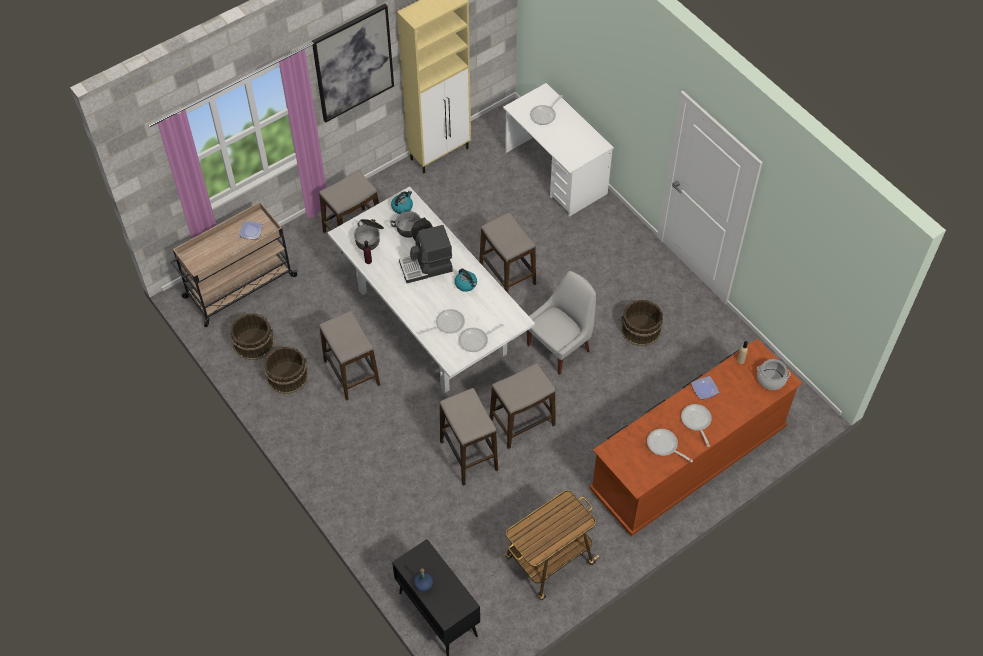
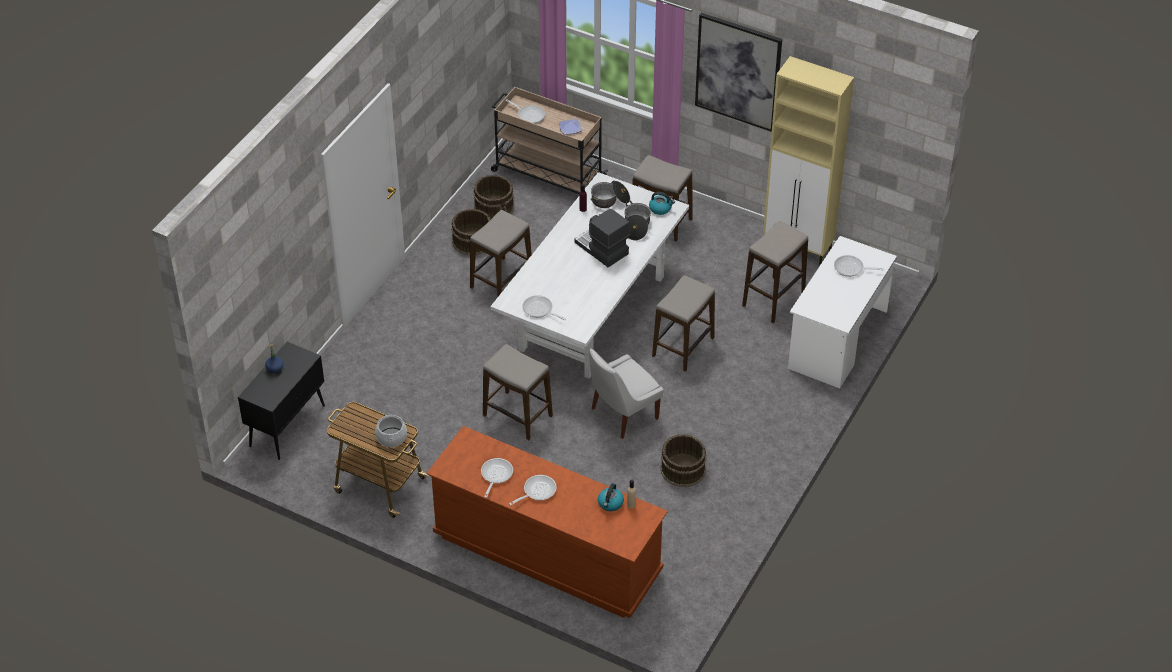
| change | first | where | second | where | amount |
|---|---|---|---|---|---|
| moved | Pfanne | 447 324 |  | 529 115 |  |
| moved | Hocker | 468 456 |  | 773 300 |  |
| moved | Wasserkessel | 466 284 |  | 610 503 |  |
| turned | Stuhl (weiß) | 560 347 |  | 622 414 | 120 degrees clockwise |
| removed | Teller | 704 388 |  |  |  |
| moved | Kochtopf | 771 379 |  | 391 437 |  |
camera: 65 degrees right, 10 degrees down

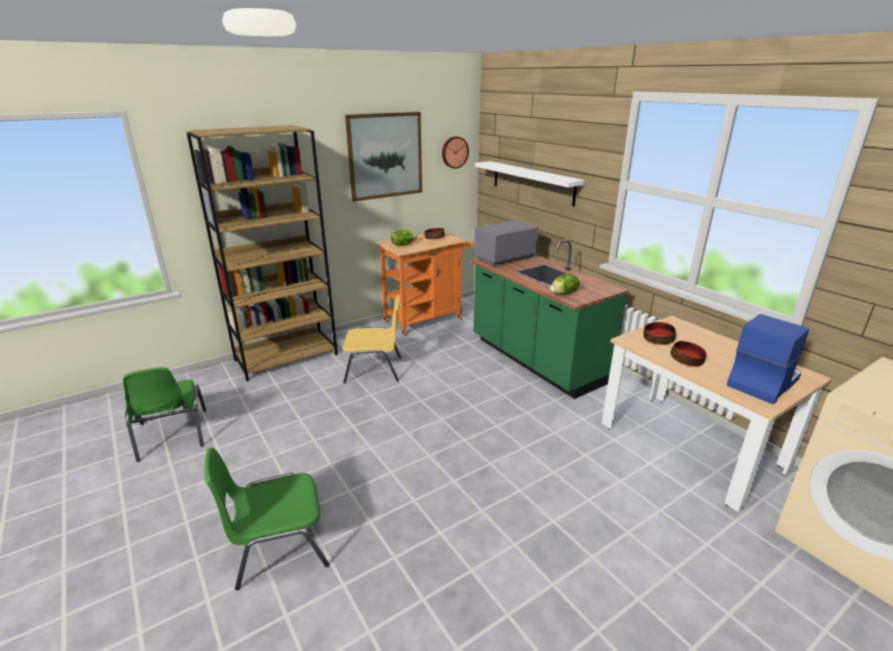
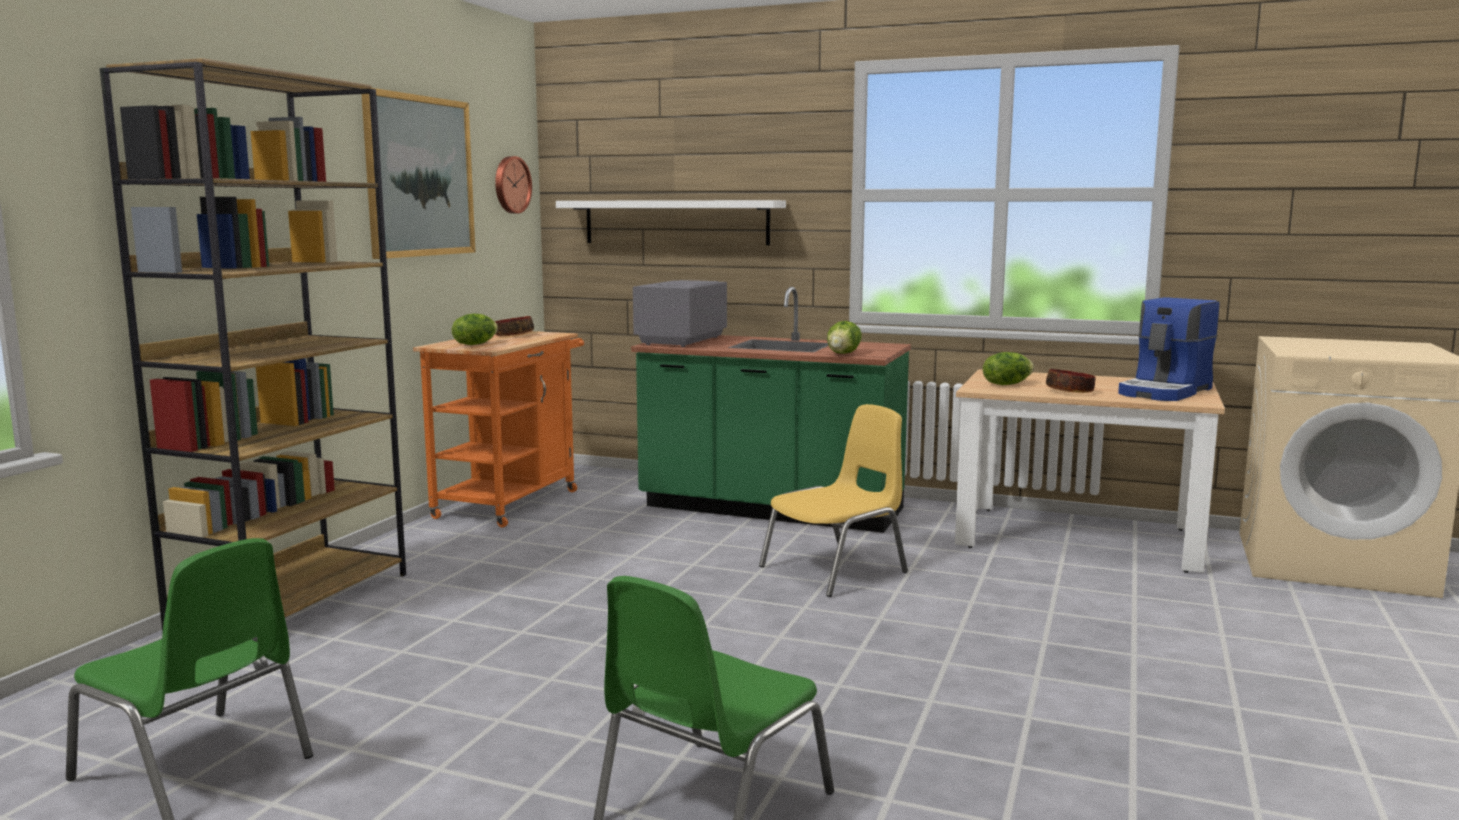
| change | first | where | second | where | amount |
|---|---|---|---|---|---|
| moved | Stuhl (gelb) | 374 369 |  | 836 570 |  |
| replaced | Schüssel | 657 339 | Salatkopf | 1006 384 |  |
| turned | Kaffeemaschine | 762 381 |  | 1166 392 | 150 degrees counterclockwise |
camera: 35 degrees left, 15 degrees down

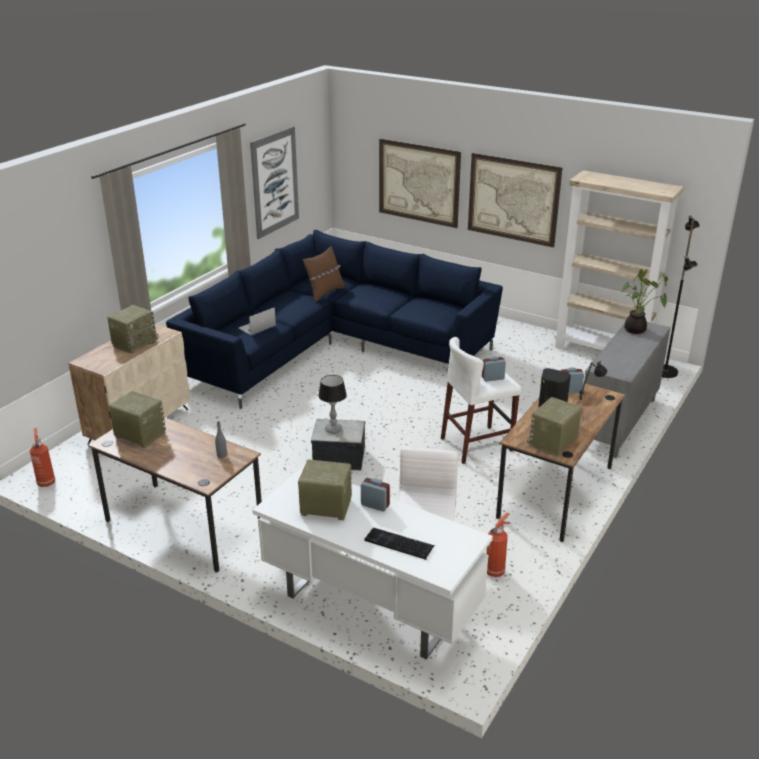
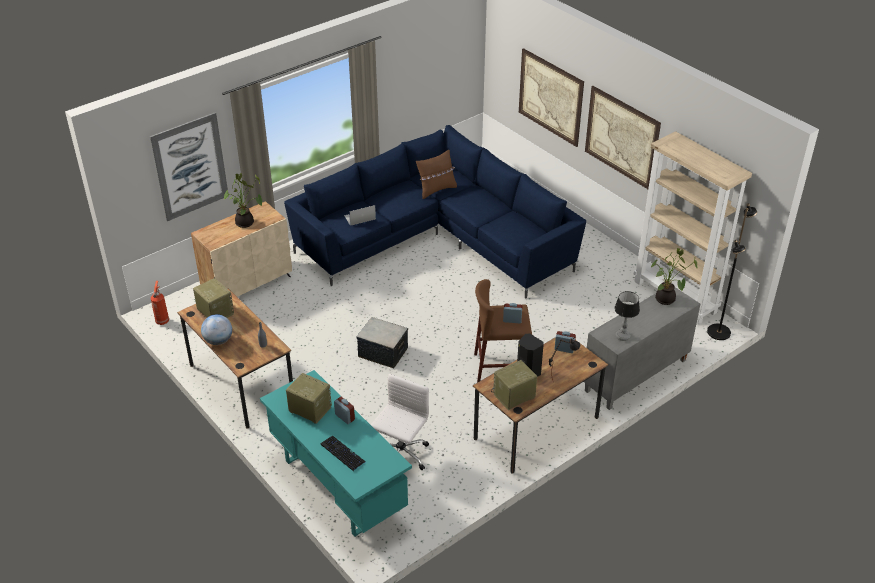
| change | first | where | second | where | amount |
|---|---|---|---|---|---|
| replaced | Radio | 135 343 | Topfpflanze | 246 223 |  |
| moved | Bild | 275 182 |  | 190 167 |  |
| recoloured | Schreibtisch (weiß) | 369 607 | Schreibtisch (türkis) | 337 486 |  |
| moved | Tischlampe | 333 429 |  | 622 336 |  |
| recoloured | Hocker (weiß) | 476 444 | Hocker (braun) | 500 367 |  |
| removed | Feuerlöscher | 495 571 |  |  |  |
| added |  |  | Globus | 218 341 |  |
camera: 20 degrees right, 10 degrees up

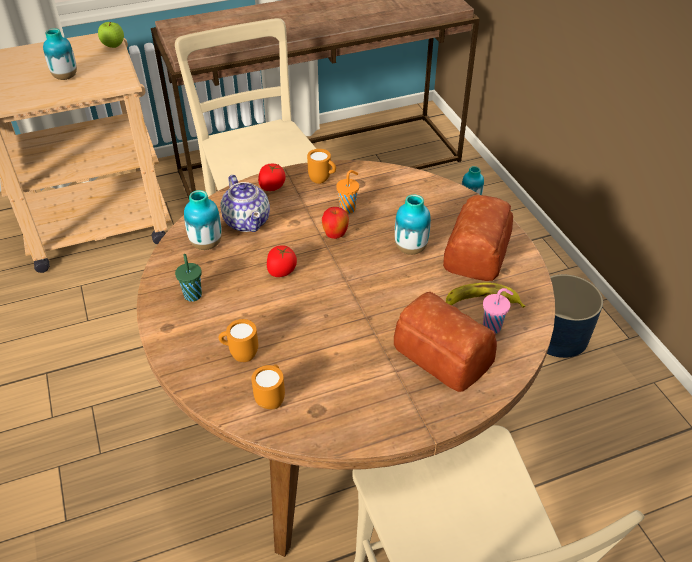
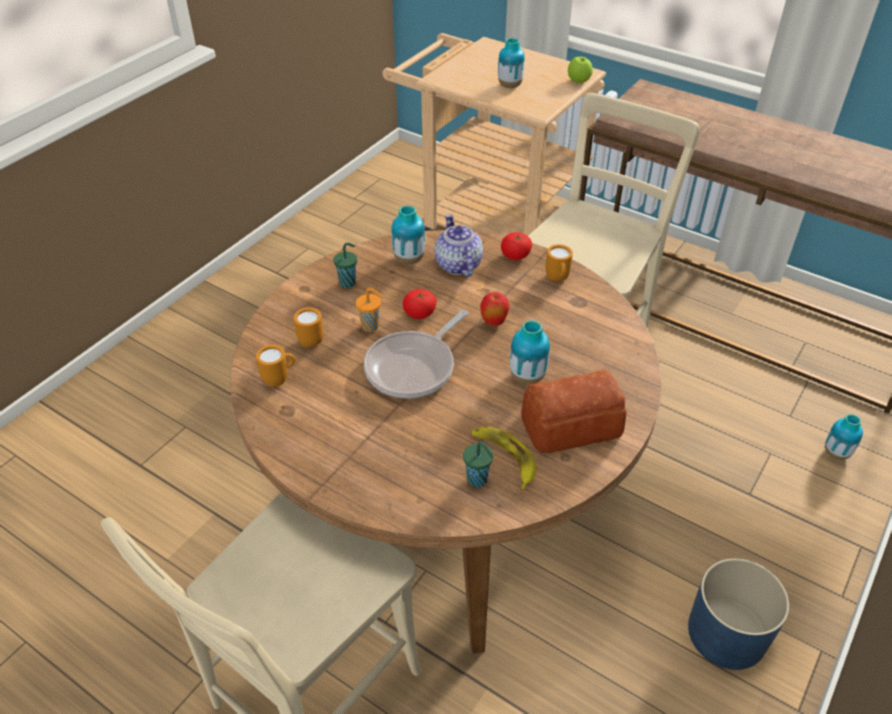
| change | first | where | second | where | amount |
|---|---|---|---|---|---|
| turned | Teekanne | 247 221 |  | 458 265 | 135 degrees clockwise |
| moved | Tasse (orange) | 348 208 |  | 371 326 |  |
| removed | Brot | 443 356 |  |  |  |
| recoloured | Tasse (rosa) | 493 327 | Tasse (grün) | 478 480 |  |
| added |  |  | Pfanne | 414 367 |  |
camera: 55 degrees right, 0 degrees up

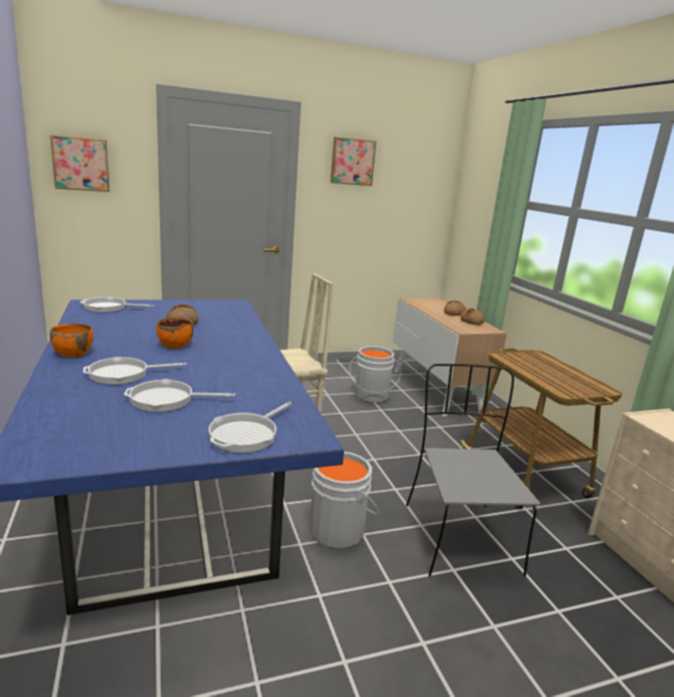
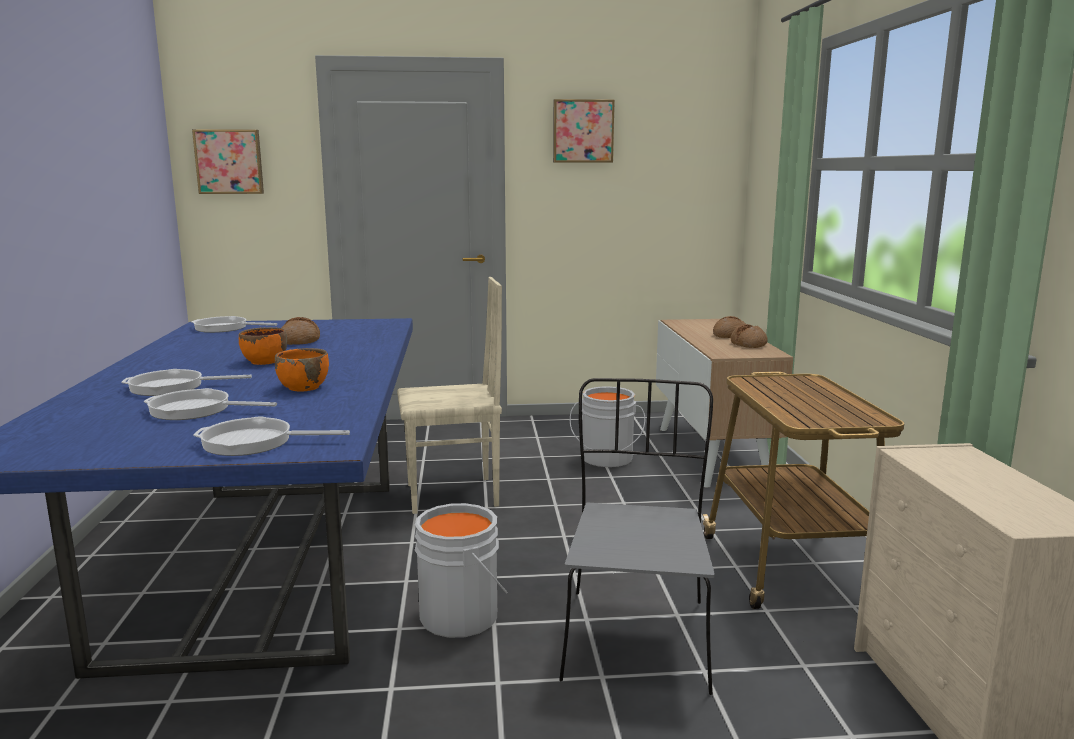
| change | first | where | second | where | amount |
|---|---|---|---|---|---|
| moved | Schüssel (orange) | 73 353 |  | 304 387 |  |
| turned | Pfanne | 246 434 |  | 254 442 | 45 degrees clockwise |
camera: 15 degrees right, 5 degrees down

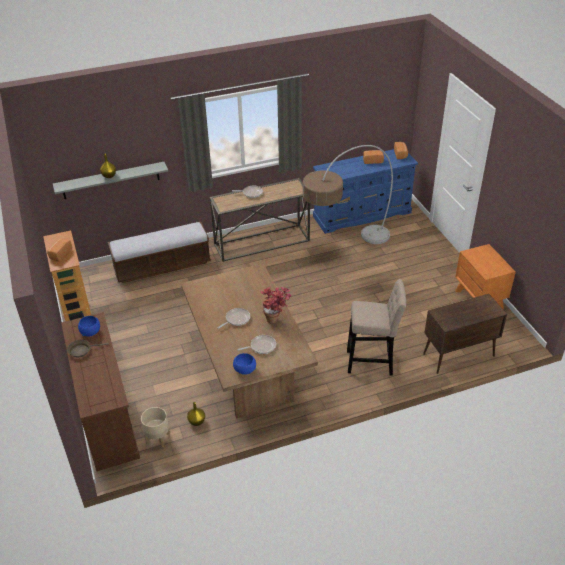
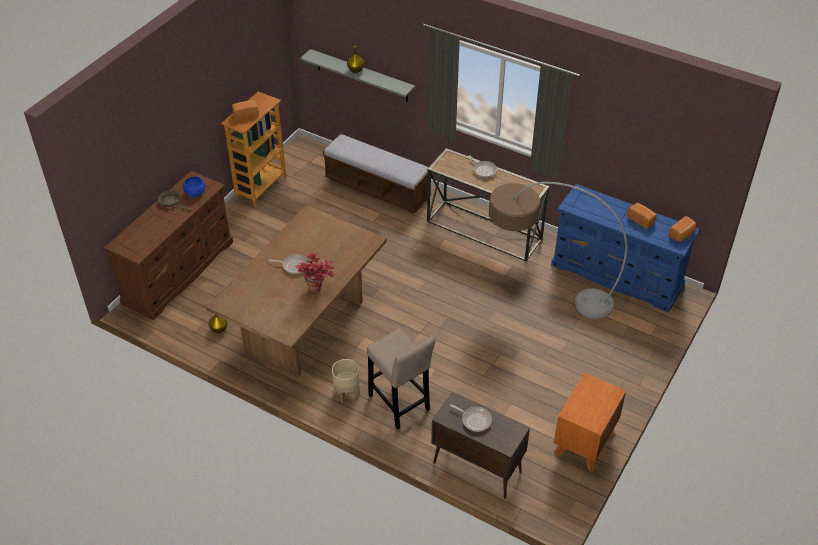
| change | first | where | second | where | amount |
|---|---|---|---|---|---|
| moved | Pflanzkübel (beige) | 157 438 |  | 346 392 |  |
| removed | Schüssel (blau) | 244 370 |  |  |  |
| moved | Pfanne | 261 346 |  | 475 420 |  |
camera: 50 degrees right, 5 degrees up

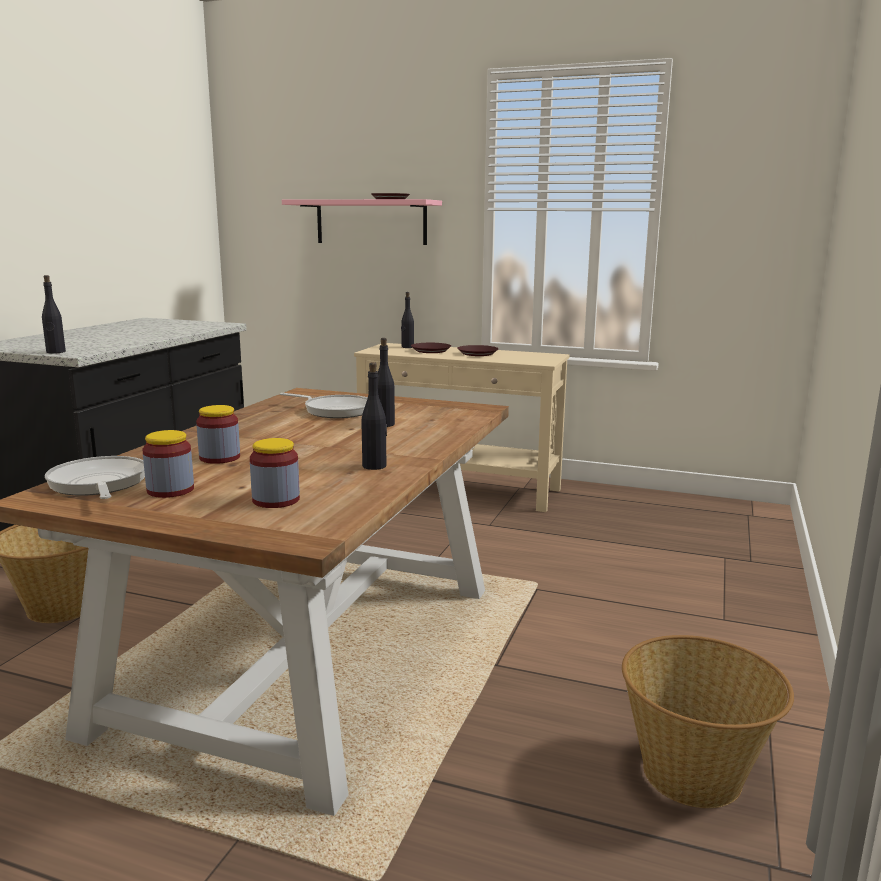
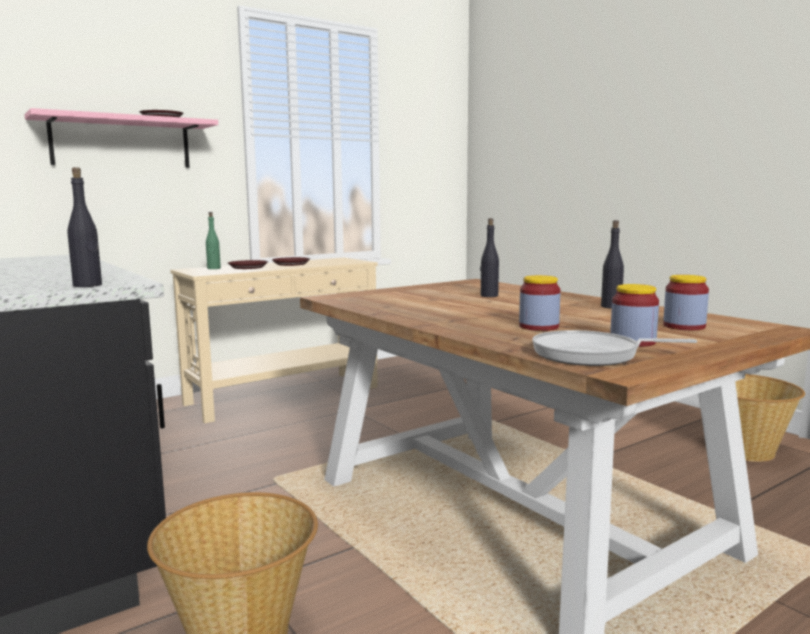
| change | first | where | second | where | amount |
|---|---|---|---|---|---|
| removed | Pfanne | 335 410 |  |  |  |
| recoloured | Flasche (schwarz) | 407 347 | Flasche (grün) | 214 268 |  |
camera: 55 degrees left, 5 degrees down

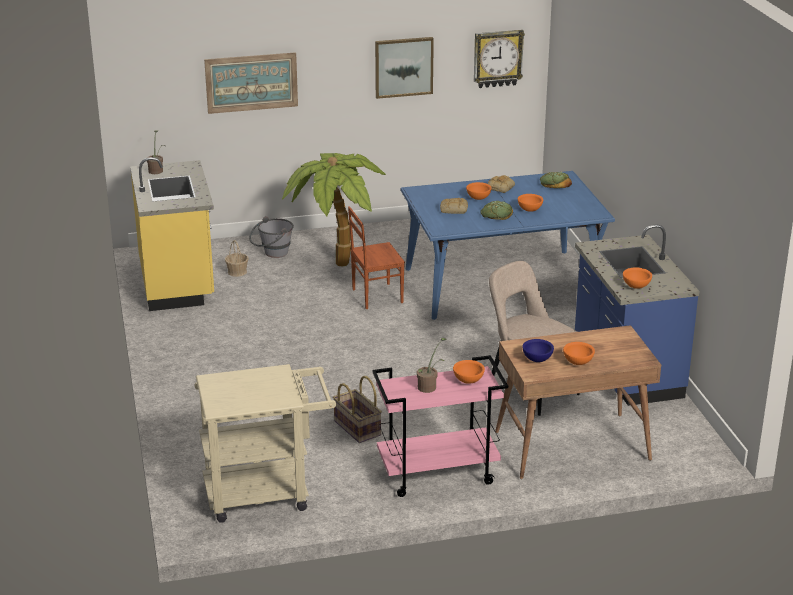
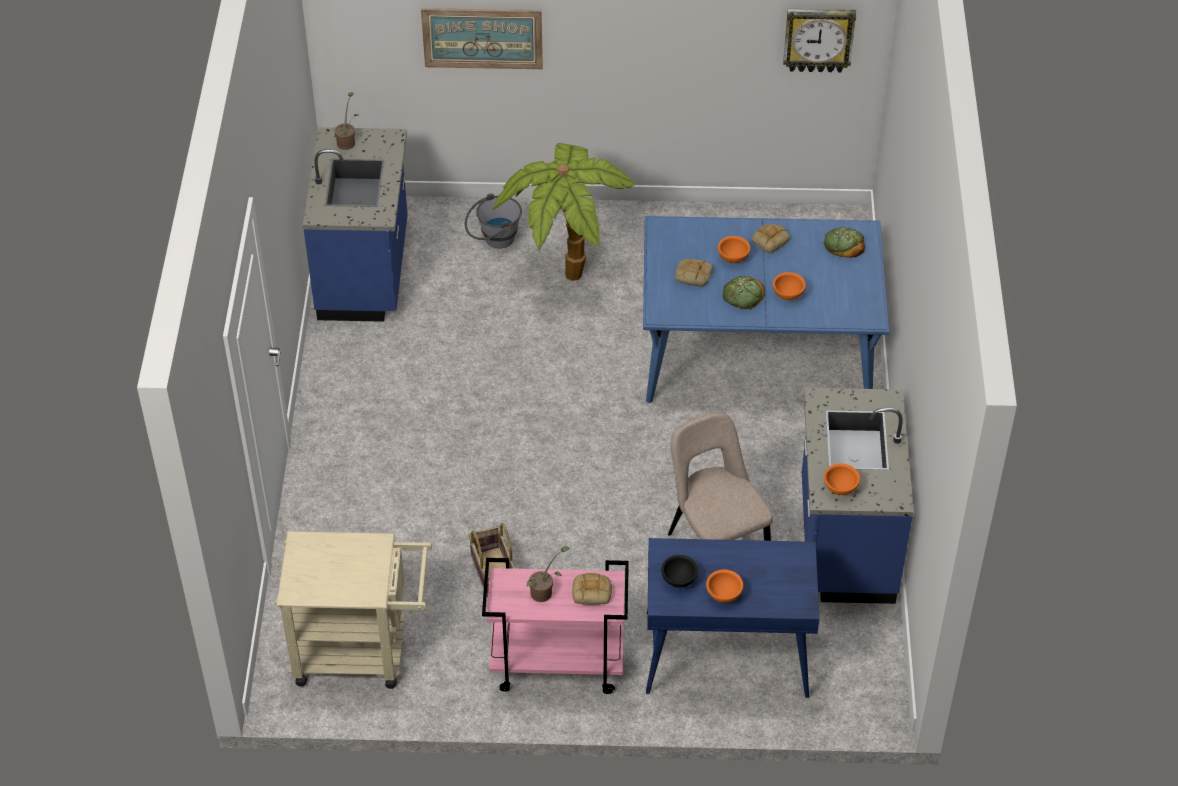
| change | first | where | second | where | amount |
|---|---|---|---|---|---|
| recoloured | Küchenzeile (gelb) | 178 282 | Küchenzeile (blau) | 366 272 |  |
| removed | Korb | 237 272 |  |  |  |
| removed | Stuhl (braun) | 376 296 |  |  |  |
| removed | Bild | 403 67 |  |  |  |
| replaced | Schüssel (orange) | 468 380 | Brot | 592 591 |  |
| recoloured | Schreibtisch (braun) | 571 446 | Schreibtisch (blau) | 725 655 |  |
| recoloured | Schüssel (blau) | 537 359 | Schüssel (schwarz) | 679 580 |  |
camera: 15 degrees right, 20 degrees up

